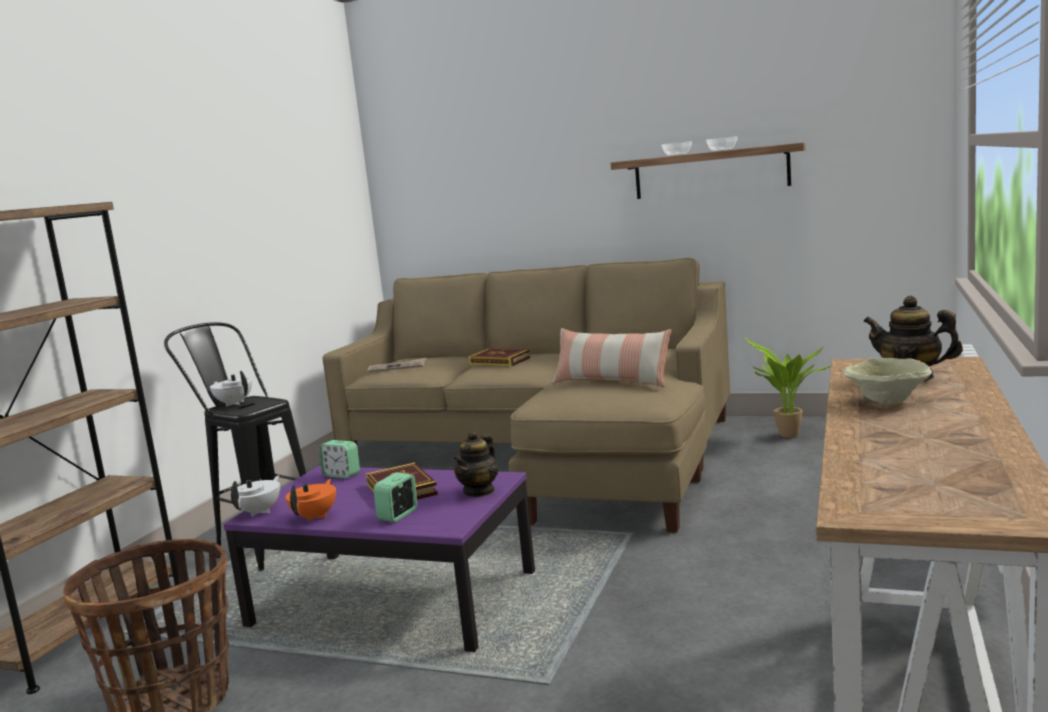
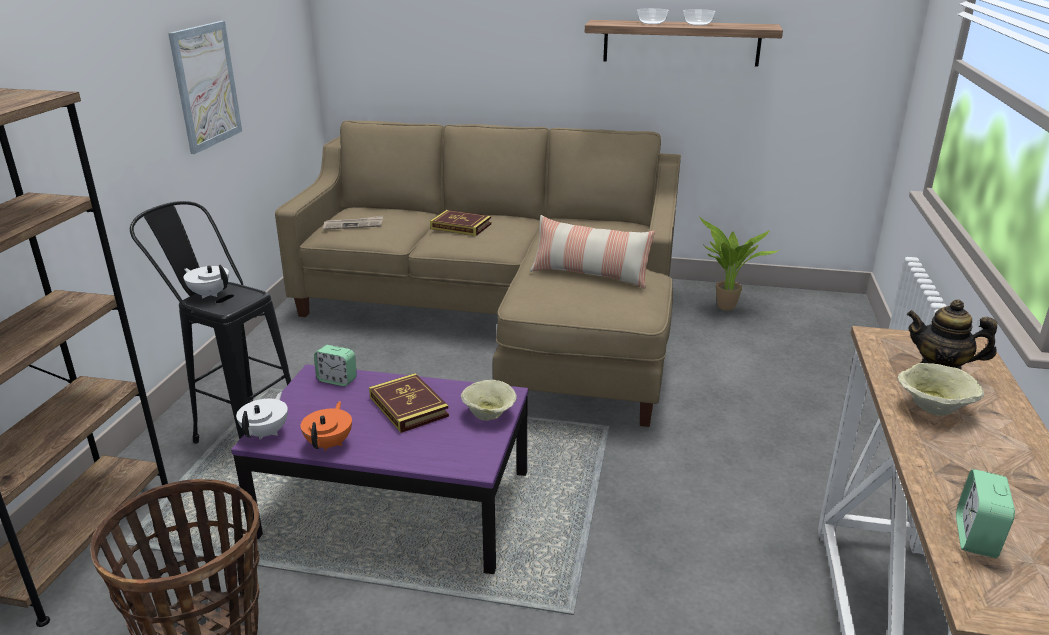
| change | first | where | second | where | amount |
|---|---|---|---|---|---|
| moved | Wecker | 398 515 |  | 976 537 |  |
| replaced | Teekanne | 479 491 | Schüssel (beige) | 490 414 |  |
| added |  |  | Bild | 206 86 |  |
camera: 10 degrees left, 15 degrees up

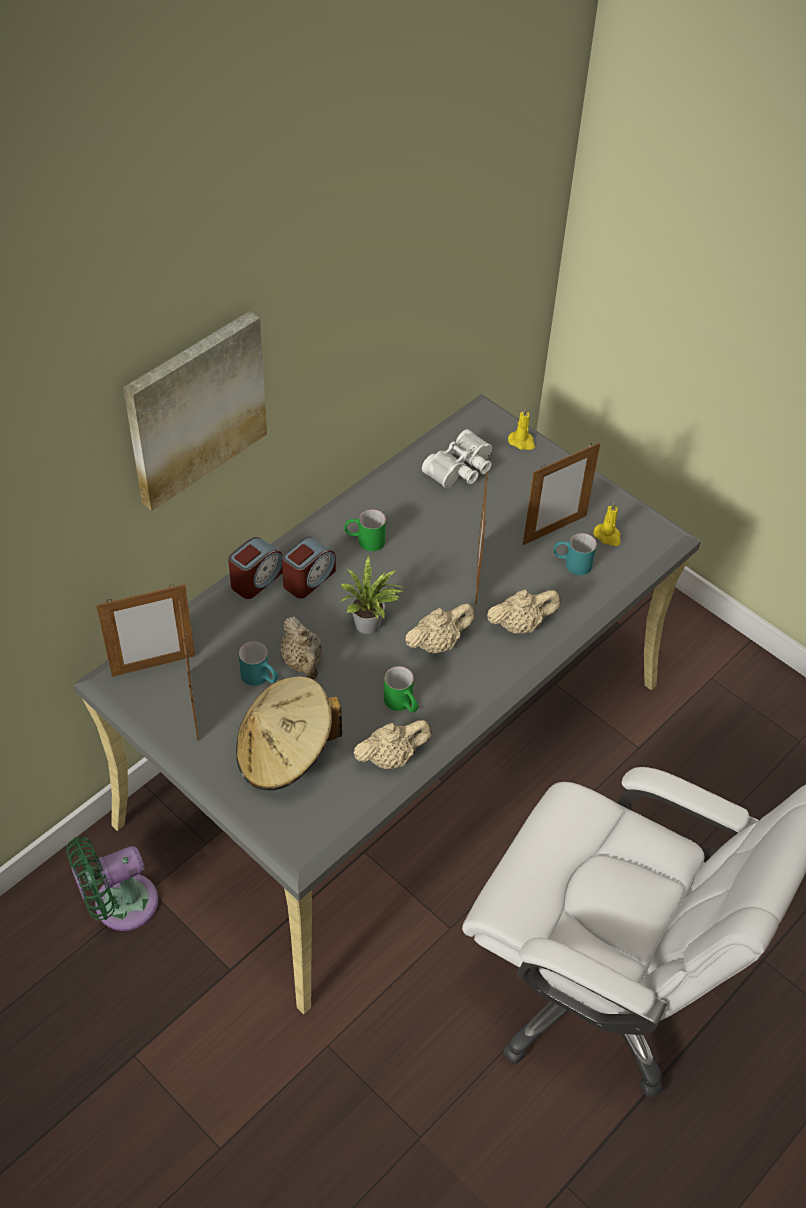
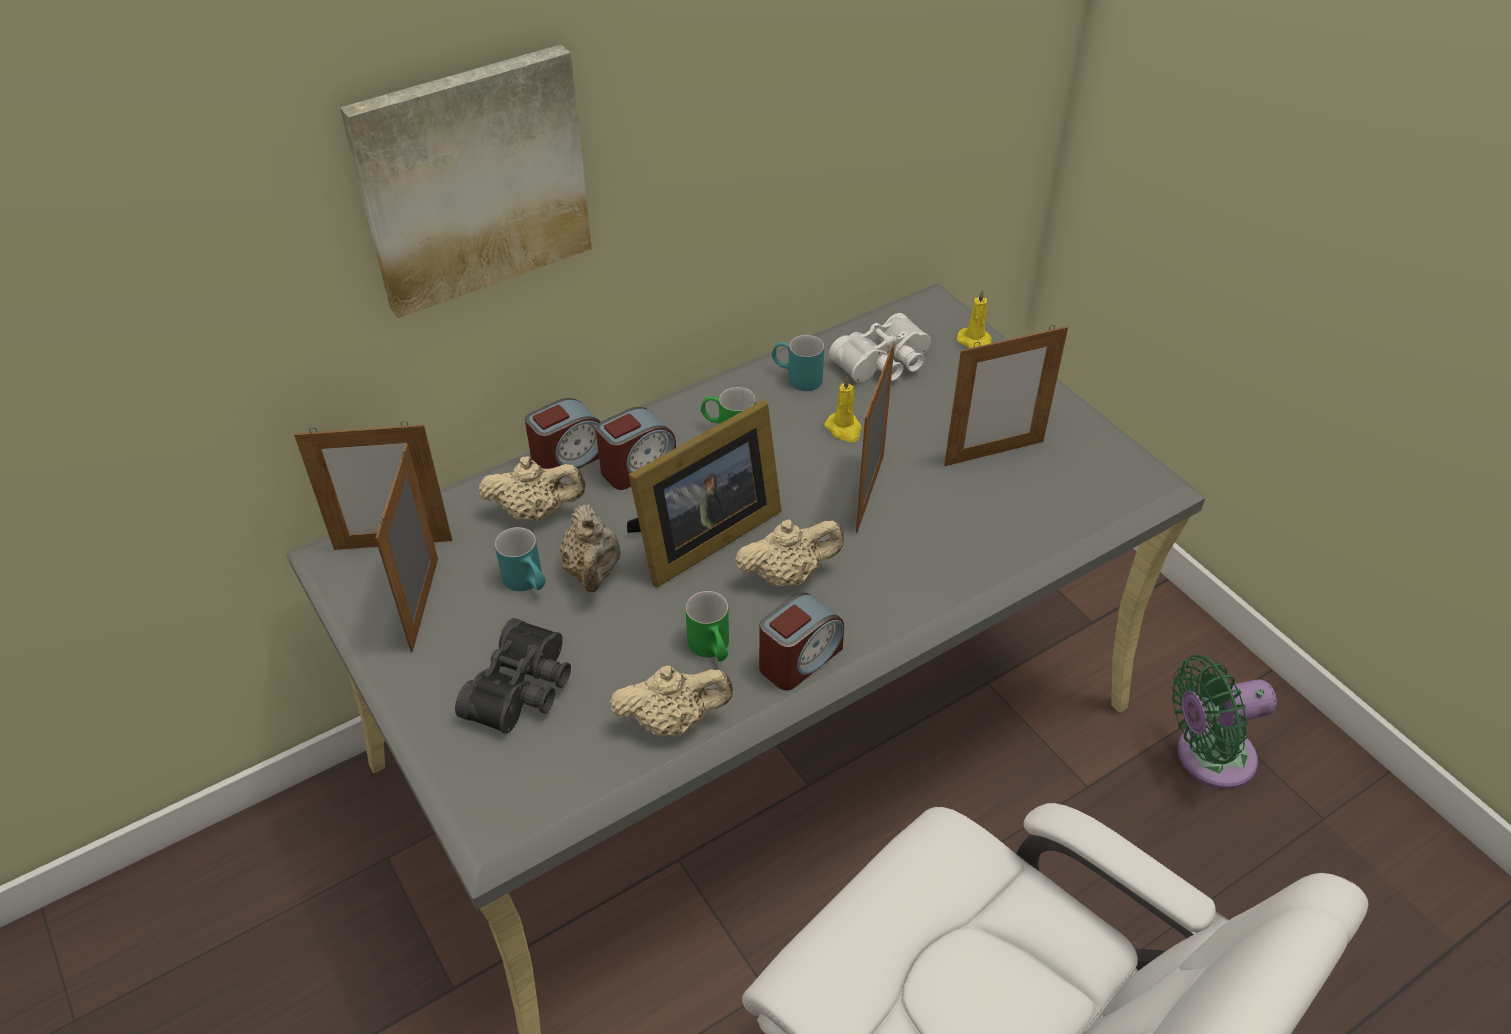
| change | first | where | second | where | amount |
|---|---|---|---|---|---|
| moved | Ventilator (grün) | 119 905 |  | 1207 757 |  |
| replaced | Hut (beige) | 285 753 | Fernglas (schwarz) | 524 689 |  |
| replaced | Topfpflanze | 370 626 | Bilderrahmen | 701 538 |  |
| moved | Teekanne (beige) | 520 625 |  | 536 512 |  |
| moved | Henkelbecher (türkis) | 571 564 |  | 796 377 |  |
| moved | Kerze (gelb) | 608 536 |  | 844 429 |  |
| added |  |  | Wecker | 799 659 |  |
camera: 15 degrees right, 5 degrees down

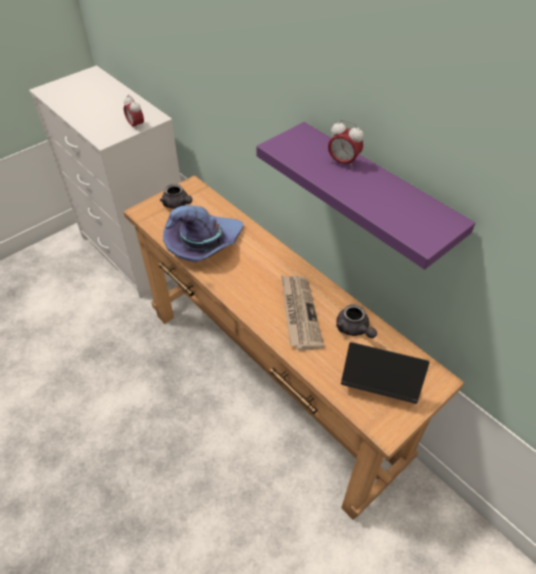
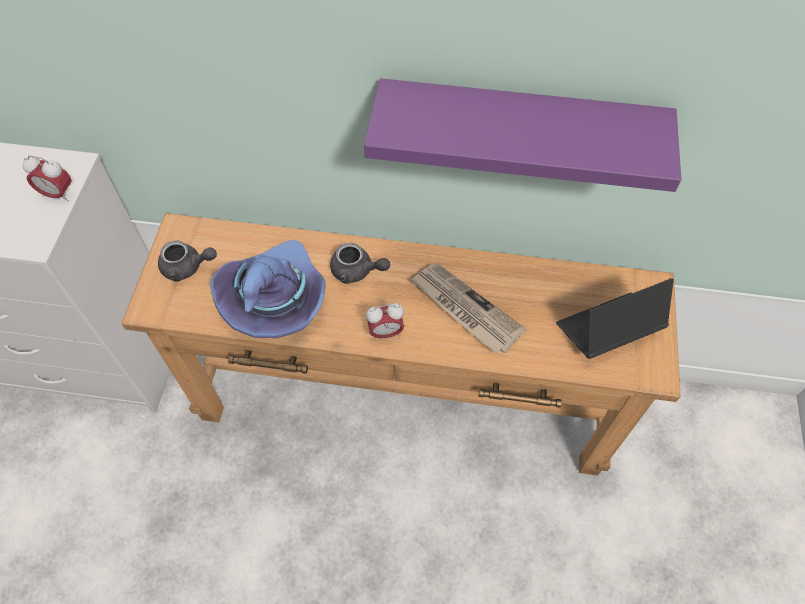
| change | first | where | second | where | amount |
|---|---|---|---|---|---|
| moved | Wecker | 343 162 |  | 385 332 |  |
| moved | Teekanne (grau) | 354 329 |  | 357 271 |  |
camera: 40 degrees left, 10 degrees up

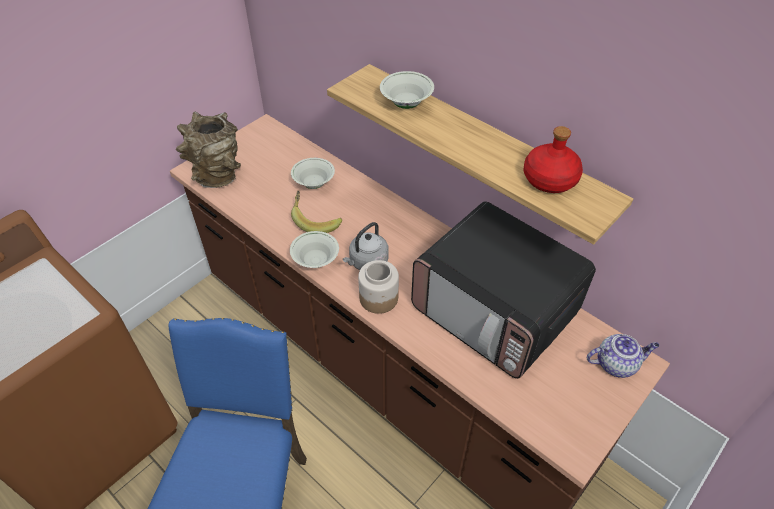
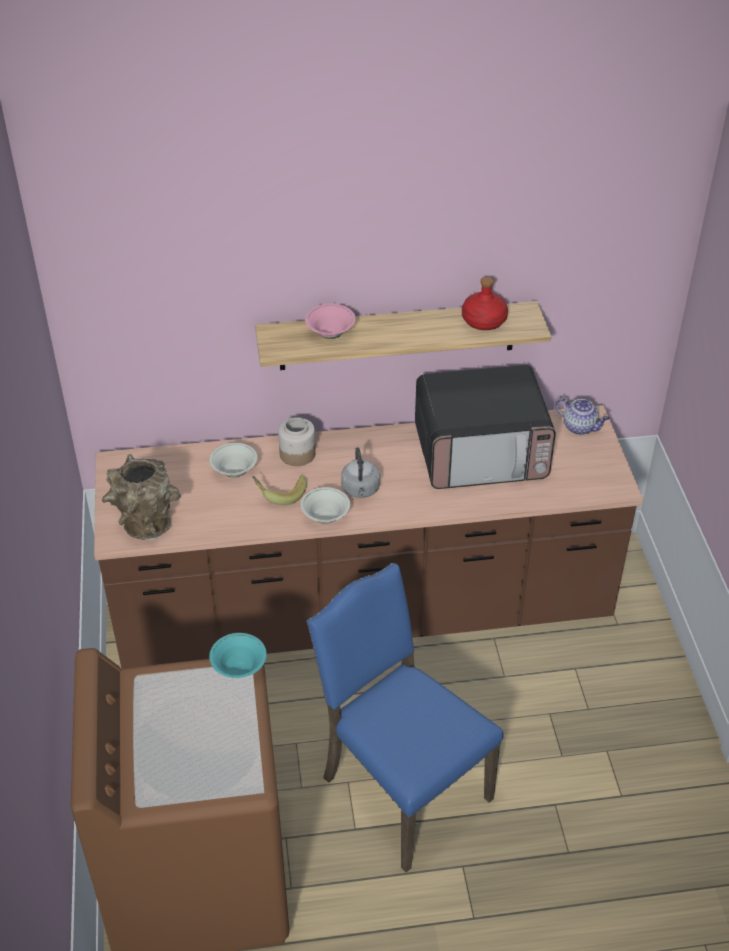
| change | first | where | second | where | amount |
|---|---|---|---|---|---|
| moved | Vorratsglas | 378 298 |  | 297 454 |  |
| recoloured | Schüssel (weiß) | 406 104 | Schüssel (rosa) | 330 334 |  |
| turned | Teekanne | 616 363 |  | 580 427 | 90 degrees clockwise |
| added |  |  | Schüssel (türkis) | 239 668 |  |
camera: 50 degrees left, 5 degrees down

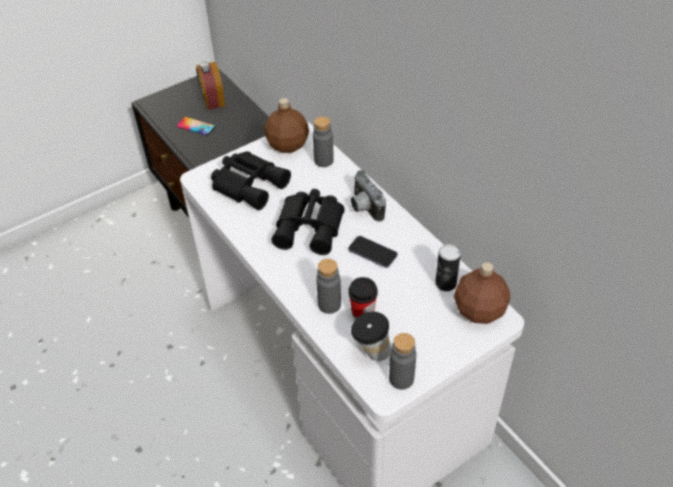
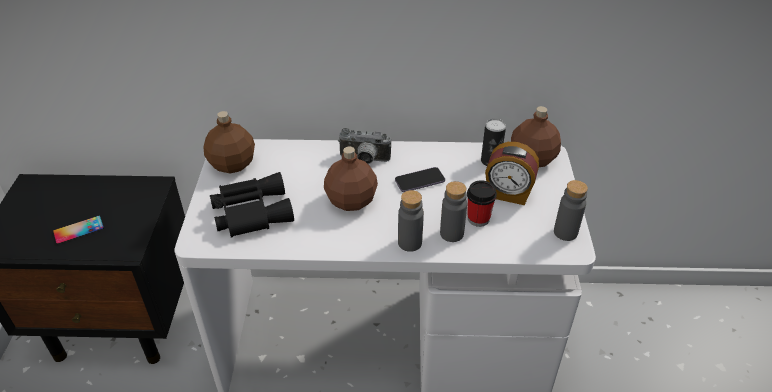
| change | first | where | second | where | amount |
|---|---|---|---|---|---|
| moved | Wecker | 213 100 |  | 508 194 |  |
| replaced | Fernglas (schwarz) | 311 227 | Flasche (braun) | 351 200 |  |
| moved | Flasche (grau) | 323 161 |  | 409 243 |  |
| removed | Tasse | 371 352 |  |  |  |
camera: 55 degrees left, 5 degrees down

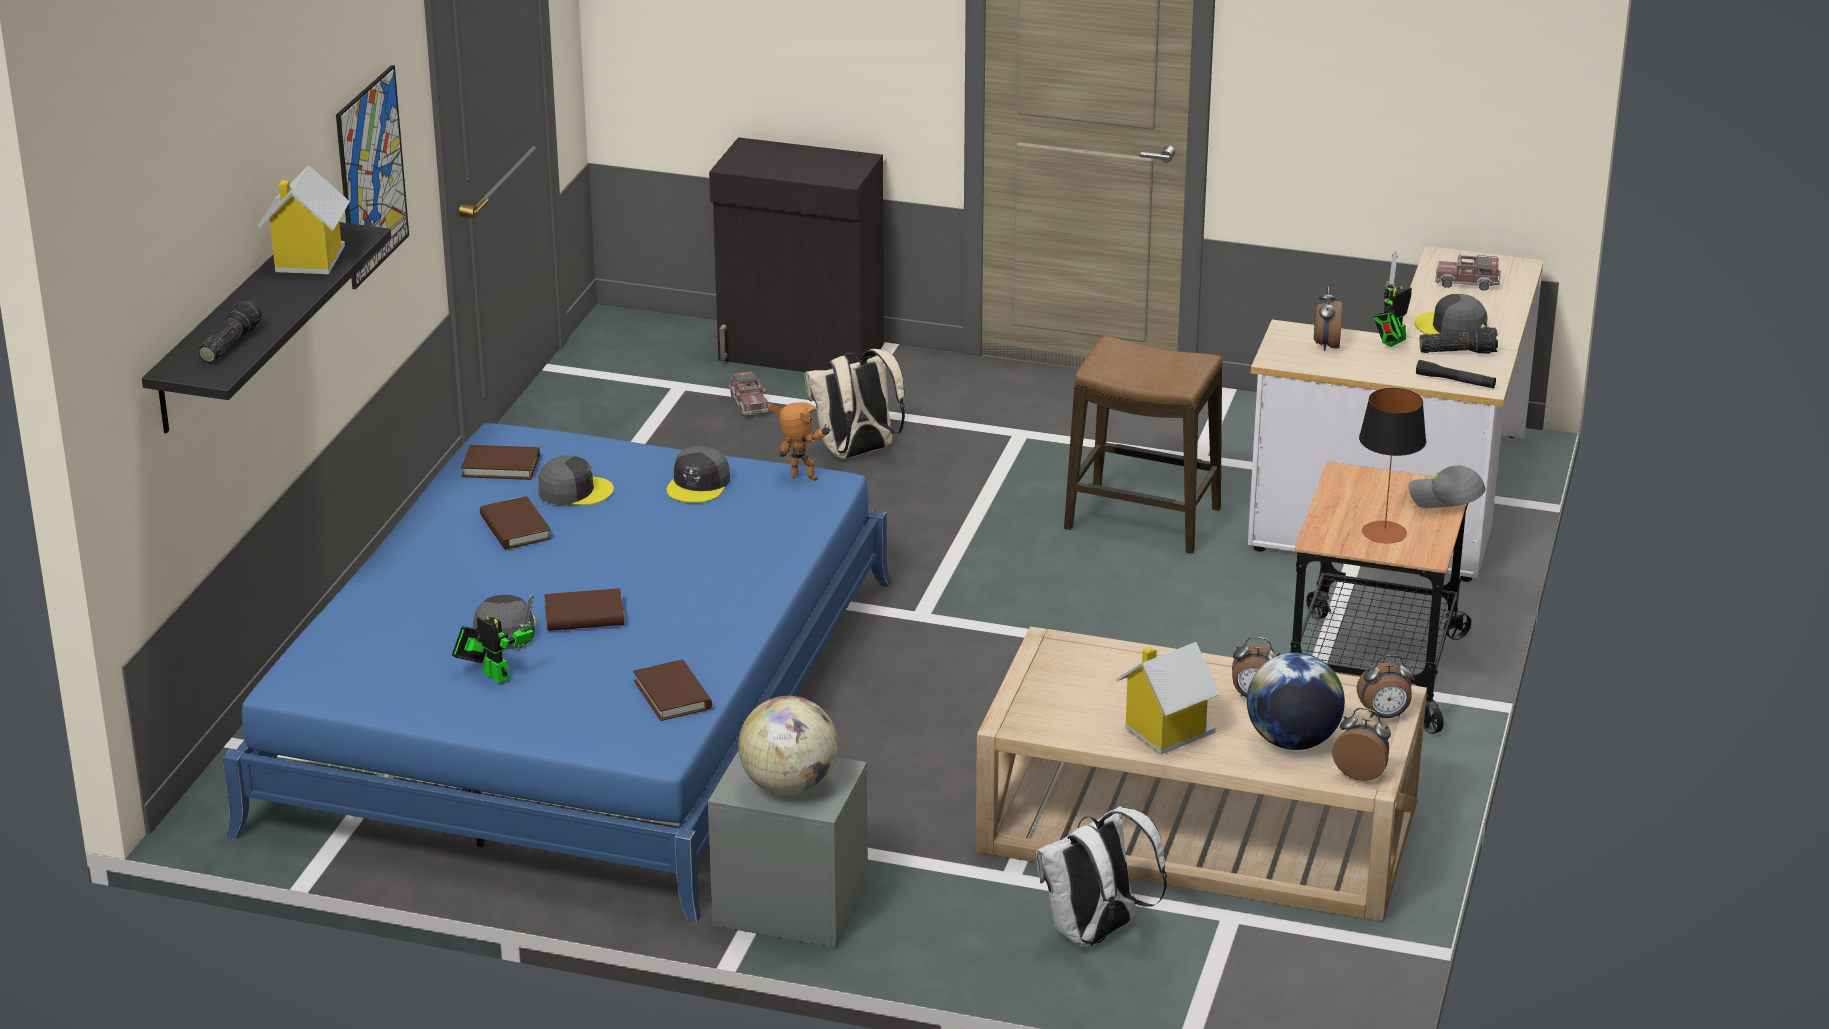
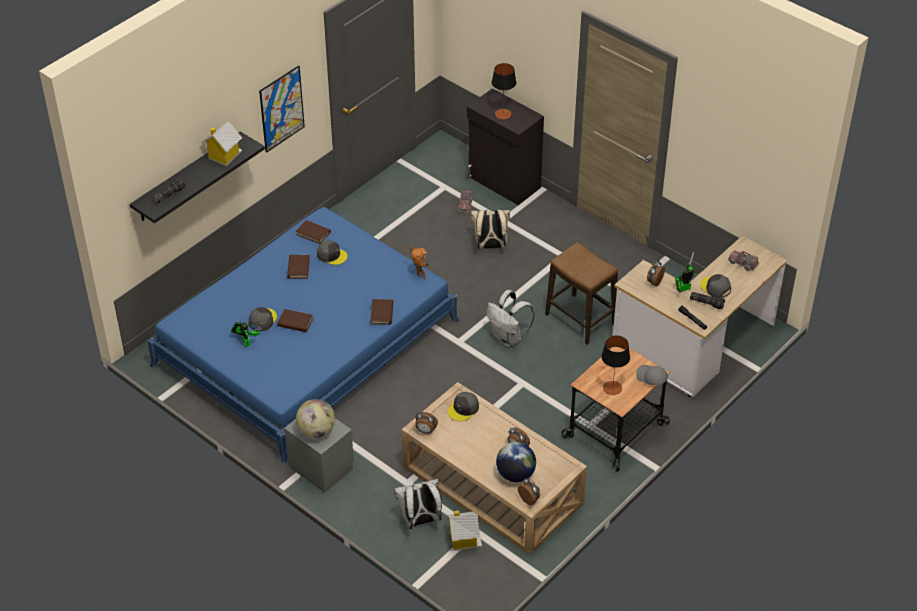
| change | first | where | second | where | amount |
|---|---|---|---|---|---|
| moved | Buch (braun) | 673 695 |  | 382 313 |  |
| moved | Kappe (grau) | 699 484 |  | 463 409 |  |
| moved | Spielzeughaus | 1166 731 |  | 464 539 |  |
| moved | Wecker | 1384 716 |  | 425 431 |  |
| added |  |  | Rucksack (weiß) | 508 338 |  |
| added |  |  | Tischlampe | 503 114 |  |
camera: 25 degrees right, 15 degrees up

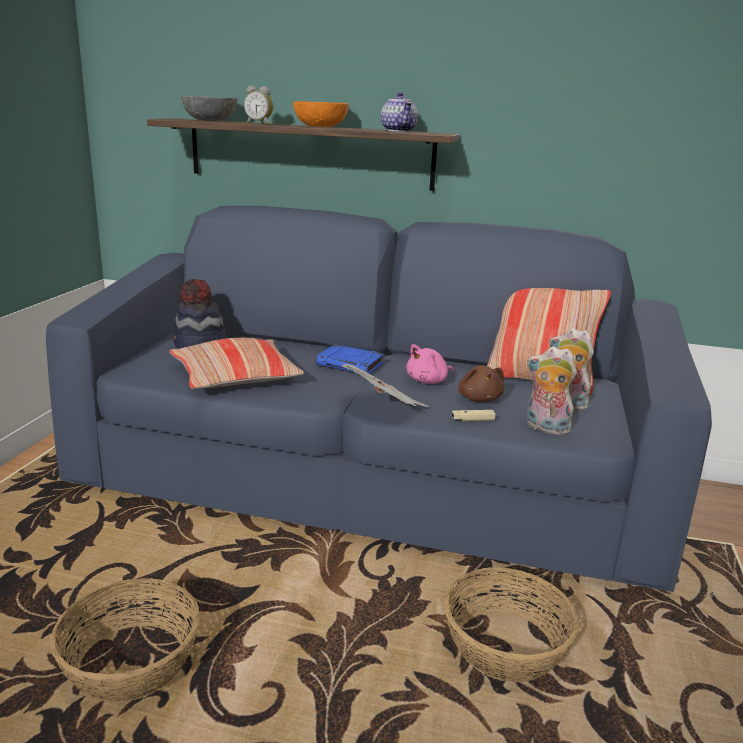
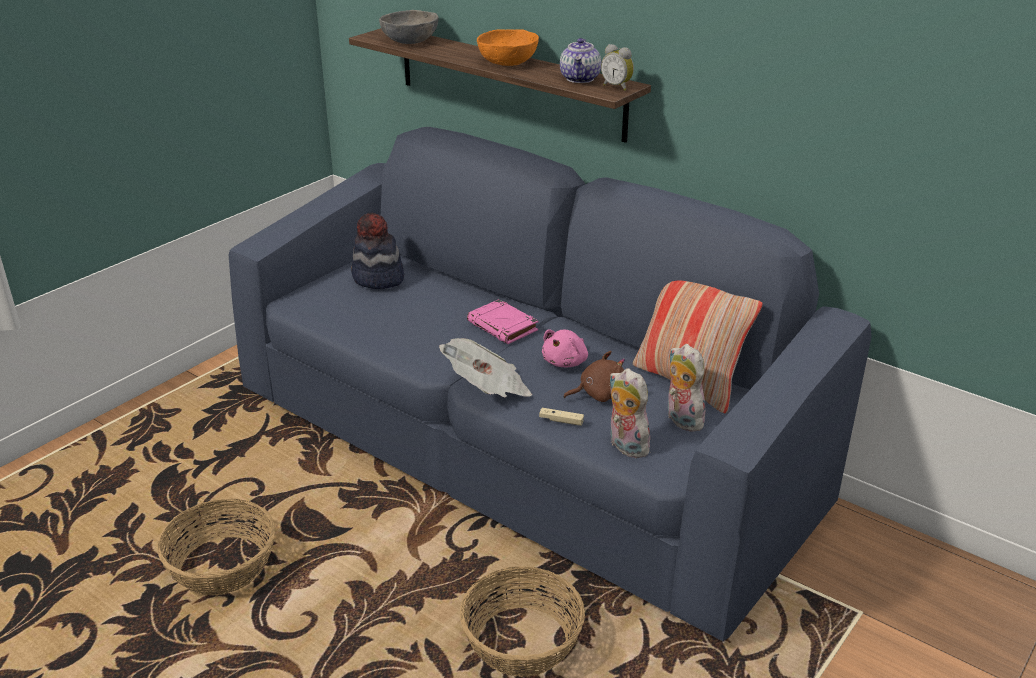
| change | first | where | second | where | amount |
|---|---|---|---|---|---|
| removed | Kissen | 235 377 |  |  |  |
| moved | Wecker | 259 124 |  | 617 87 |  |
| recoloured | Buch (blau) | 350 364 | Buch (rosa) | 503 326 |  |
| turned | Plüschtier (rosa) | 428 381 |  | 566 362 | 45 degrees counterclockwise |
| turned | Plüschtier (braun) | 479 398 |  | 599 394 | 120 degrees counterclockwise |
camera: 25 degrees right, 10 degrees up

